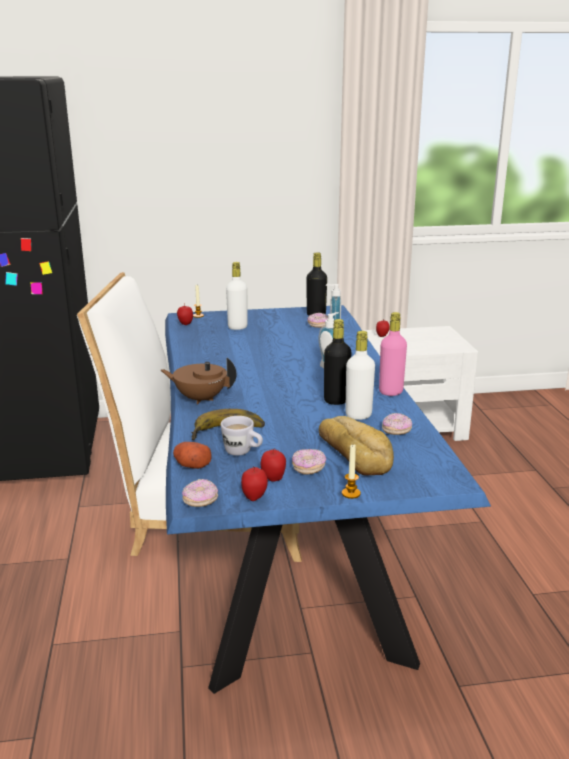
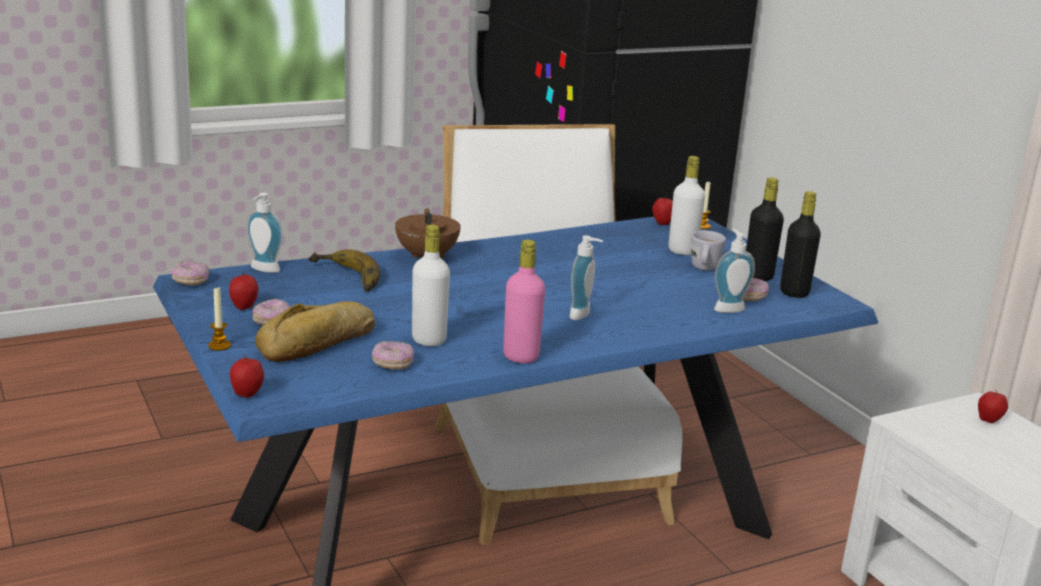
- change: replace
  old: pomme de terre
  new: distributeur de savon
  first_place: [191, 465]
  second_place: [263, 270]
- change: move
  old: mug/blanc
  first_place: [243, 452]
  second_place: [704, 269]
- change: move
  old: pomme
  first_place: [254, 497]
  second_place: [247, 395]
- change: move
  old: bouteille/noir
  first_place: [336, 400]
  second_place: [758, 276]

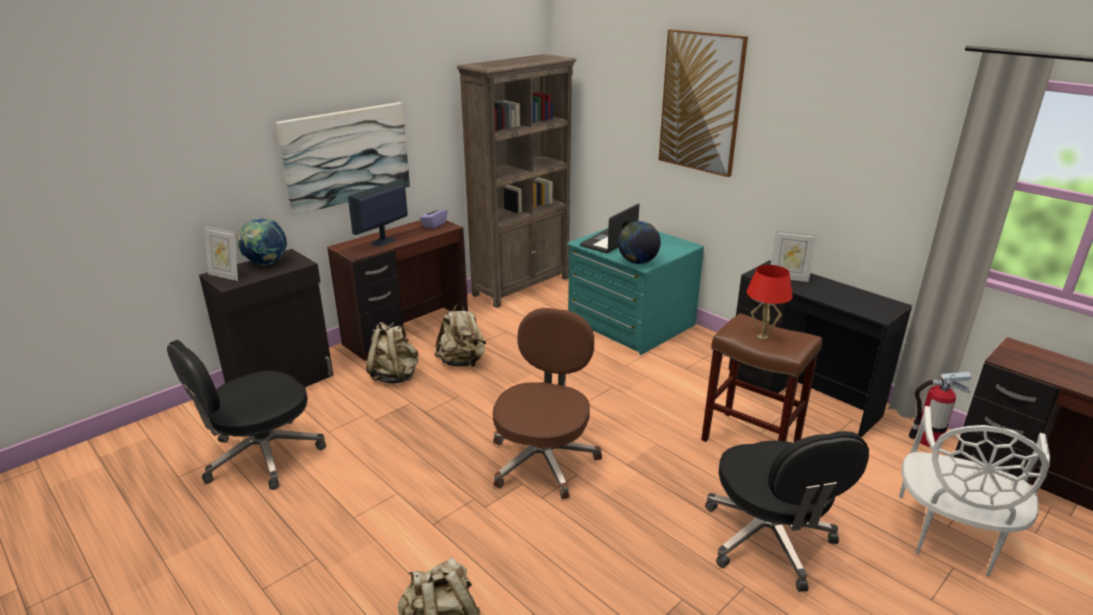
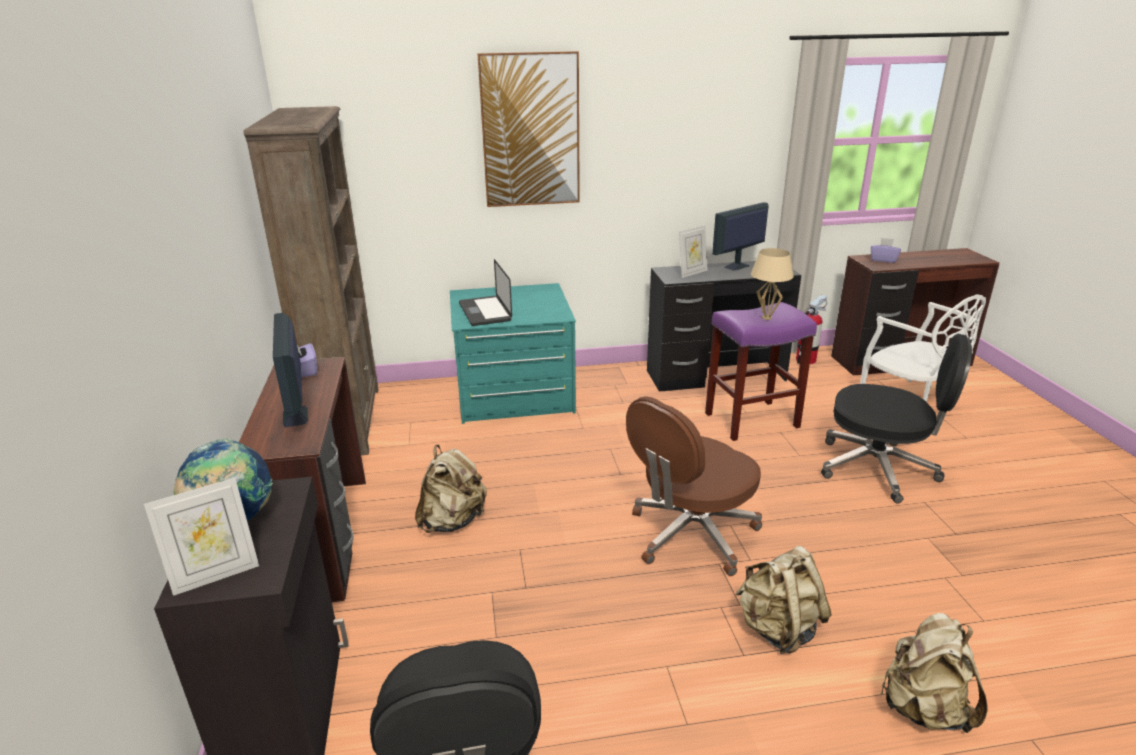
- change: delete
  old: tableau
  first_place: [347, 156]
- change: move
  old: sac à dos/beige
  first_place: [395, 376]
  second_place: [777, 629]
- change: rotate
  old: chaise de bureau/marron
  first_place: [544, 459]
  second_place: [691, 535]
  degrees: -90
- change: delete
  old: globe
  first_place: [637, 262]
- change: recolor
  old: tabouret/marron
  new: tabouret/violet
  first_place: [749, 440]
  second_place: [751, 421]
- change: recolor
  old: lampe de table/rouge
  new: lampe de table/beige
  first_place: [762, 337]
  second_place: [766, 318]
- change: insert
  new: écran d'ordinateur
  second_place: [736, 266]
- change: insert
  new: boîte à mouchoirs/violet
  second_place: [883, 260]

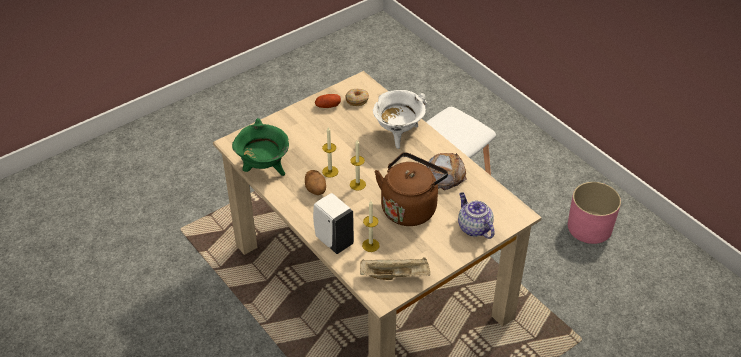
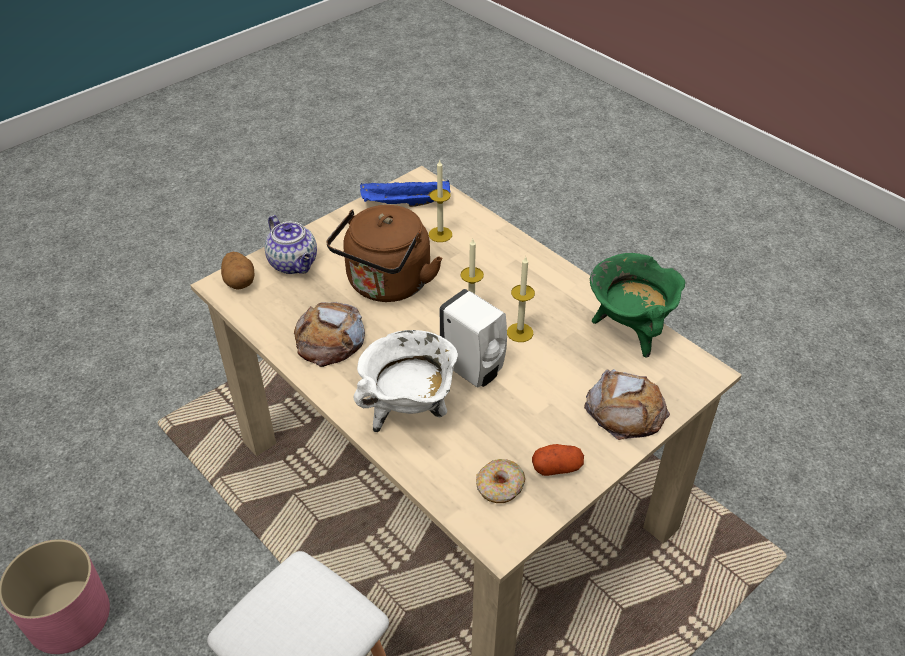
- change: move
  old: pomme de terre
  first_place: [316, 190]
  second_place: [239, 281]
- change: move
  old: distributeur de savon/blanc
  first_place: [333, 240]
  second_place: [473, 370]
- change: recolor
  old: plateau/beige
  new: plateau/bleu
  first_place: [395, 275]
  second_place: [404, 204]
- change: insert
  new: pain
  second_place: [626, 410]

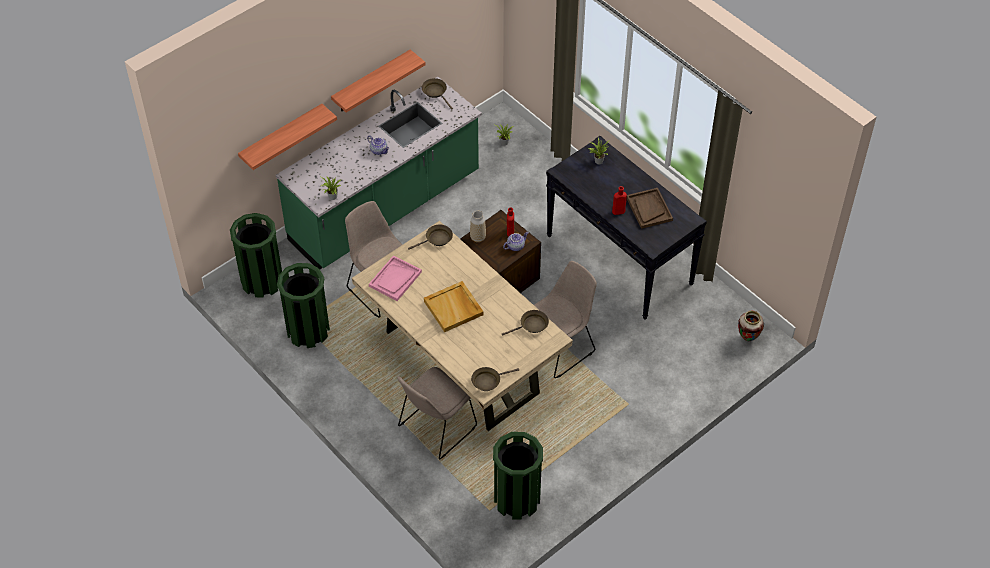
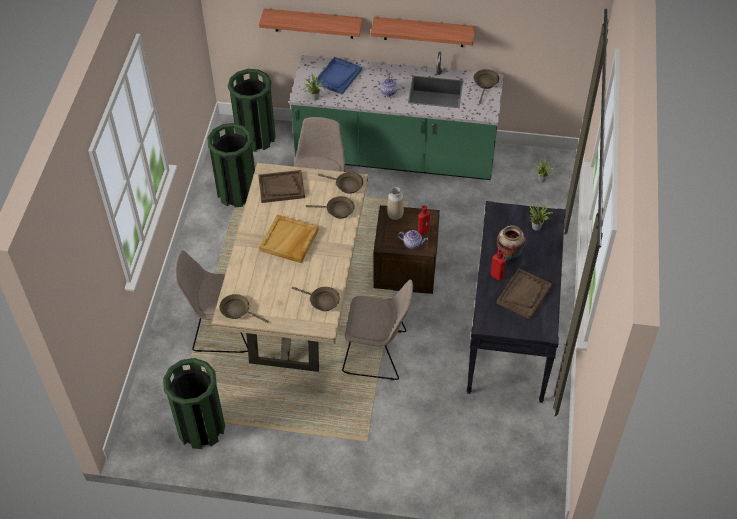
- change: recolor
  old: plateau/rose
  new: plateau/marron
  first_place: [395, 279]
  second_place: [281, 187]
- change: move
  old: vase
  first_place: [748, 338]
  second_place: [508, 257]
- change: insert
  new: poêle/marron
  second_place: [337, 210]
- change: insert
  new: plateau/bleu
  second_place: [338, 77]

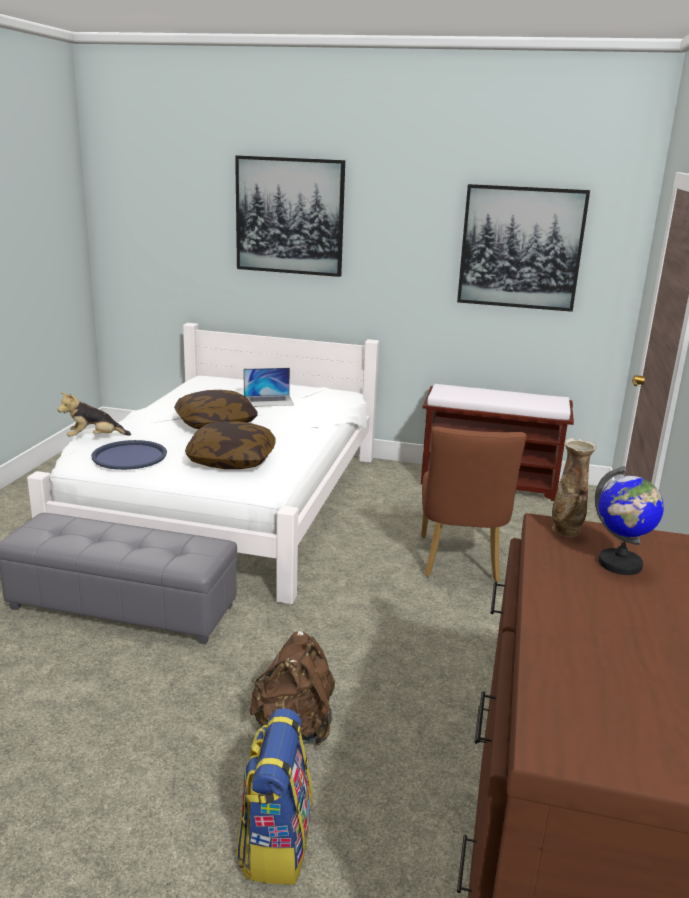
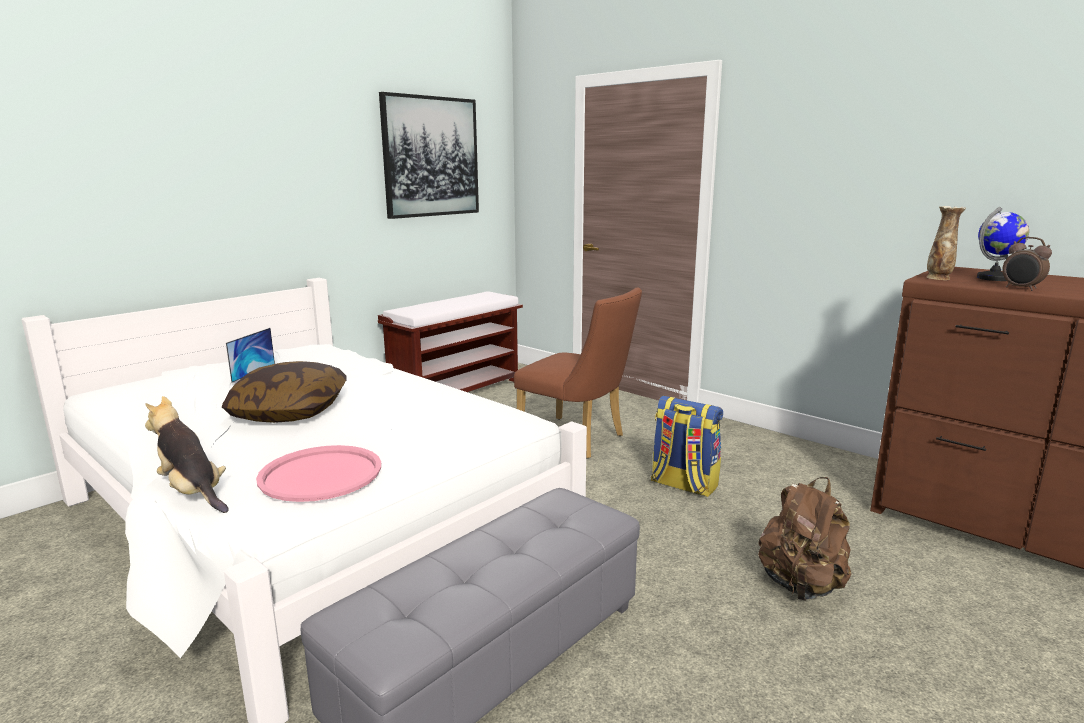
- change: rotate
  old: peluche
  first_place: [94, 438]
  second_place: [193, 493]
  degrees: 120
- change: recolor
  old: plateau/bleu
  new: plateau/rose
  first_place: [129, 456]
  second_place: [320, 474]
- change: delete
  old: coussin
  first_place: [231, 460]
- change: delete
  old: tableau
  first_place: [289, 216]
- change: move
  old: sac à dos
  first_place: [275, 843]
  second_place: [683, 485]
- change: insert
  new: réveil
  second_place: [1021, 289]

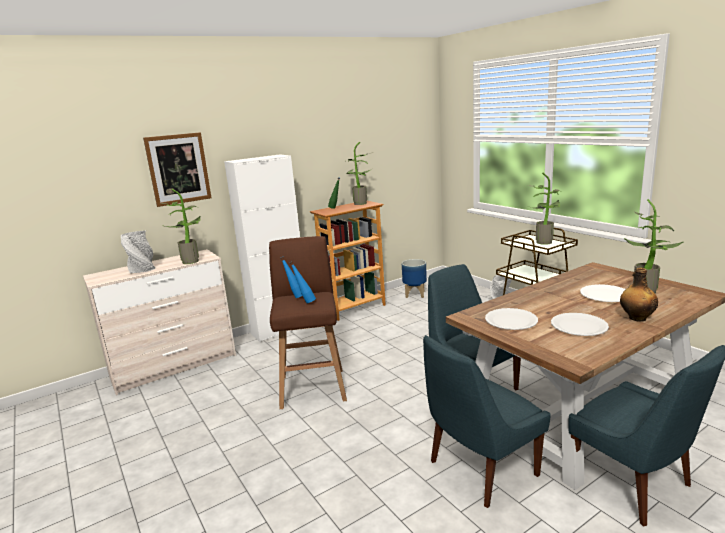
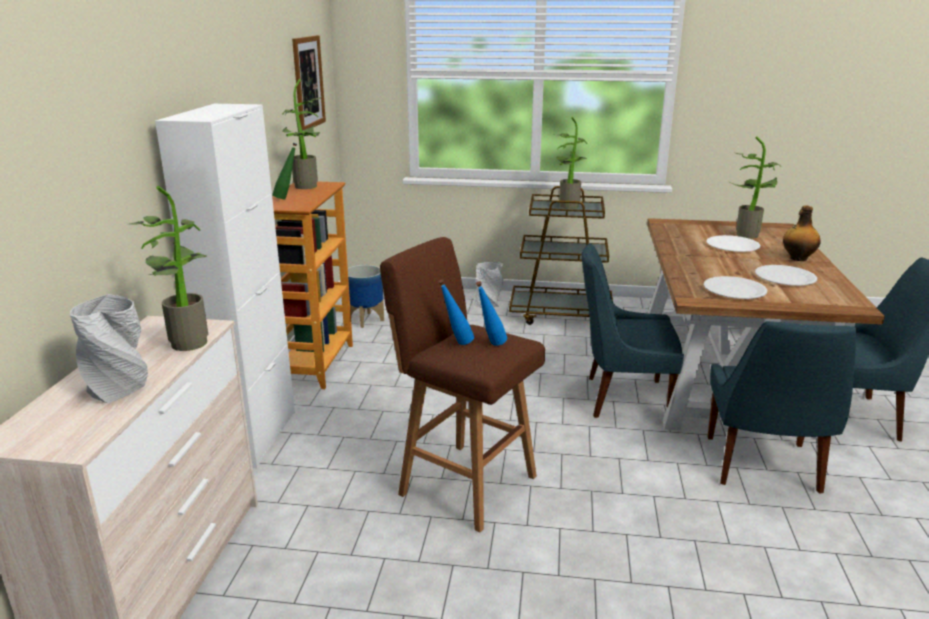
- change: move
  old: tableau
  first_place: [178, 169]
  second_place: [308, 82]

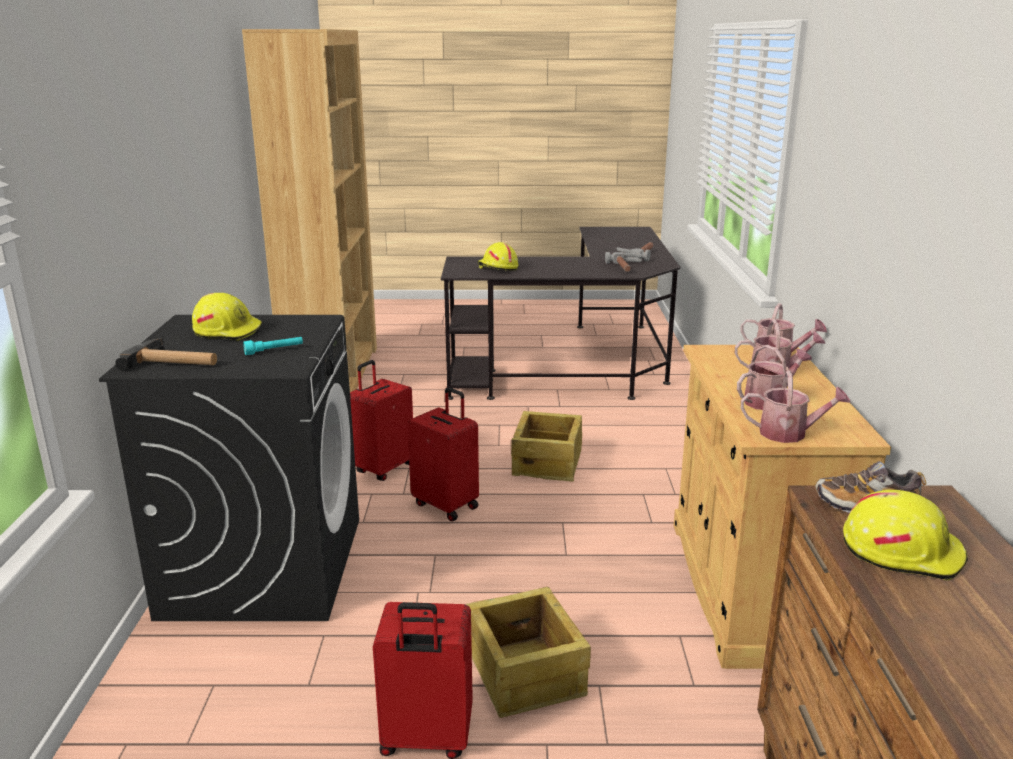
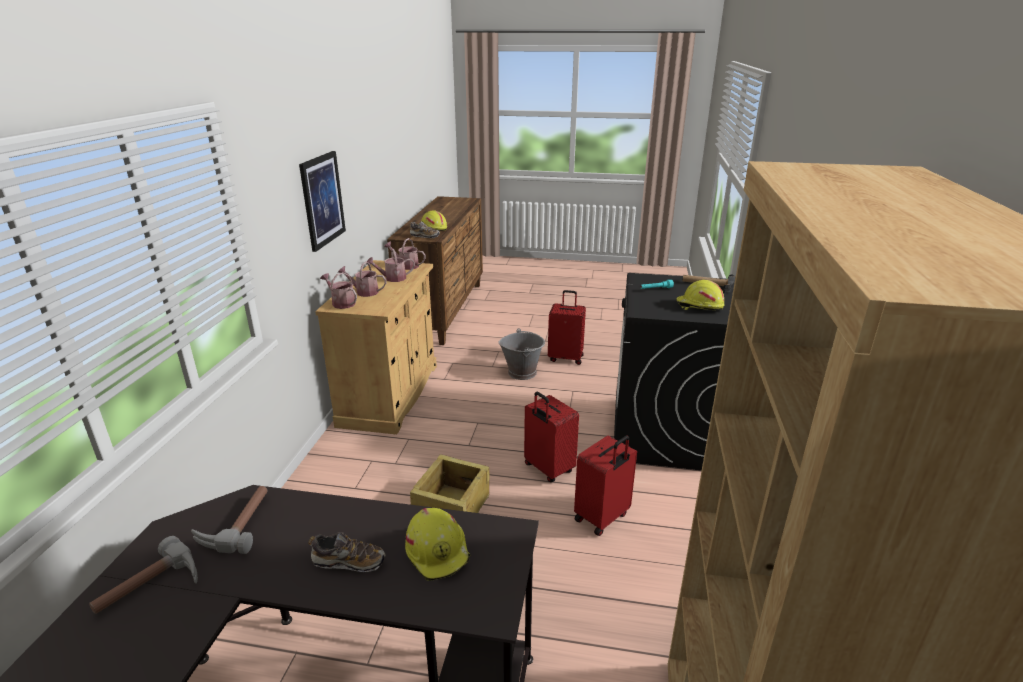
- change: replace
  old: caisse
  new: seau/gris
  first_place: [524, 674]
  second_place: [522, 372]
- change: insert
  new: tableau
  second_place: [322, 200]
- change: insert
  new: chaussure
  second_place: [349, 562]

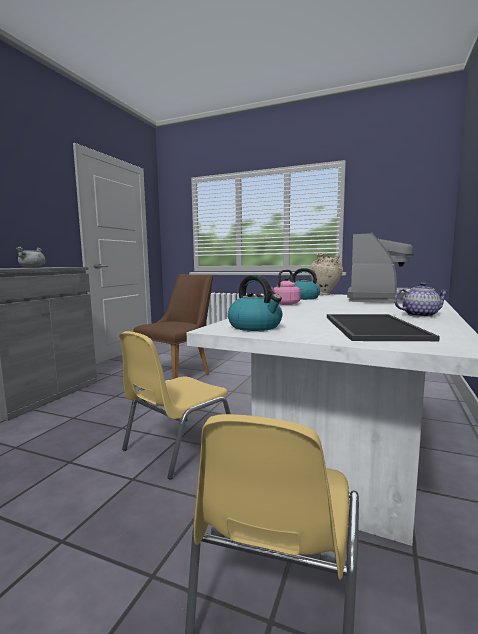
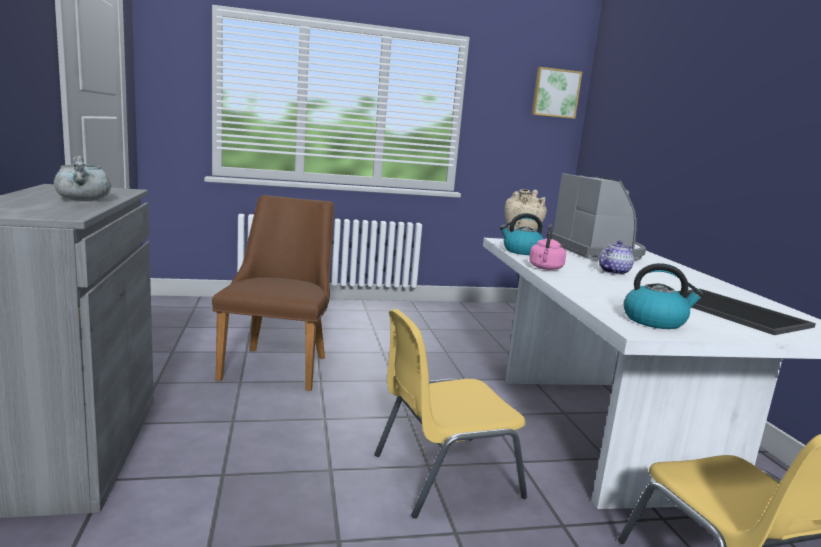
- change: rotate
  old: chaise/jaune
  first_place: [178, 446]
  second_place: [443, 475]
  degrees: 60
- change: move
  old: théière
  first_place: [420, 315]
  second_place: [613, 272]
- change: insert
  new: tableau
  second_place: [555, 93]

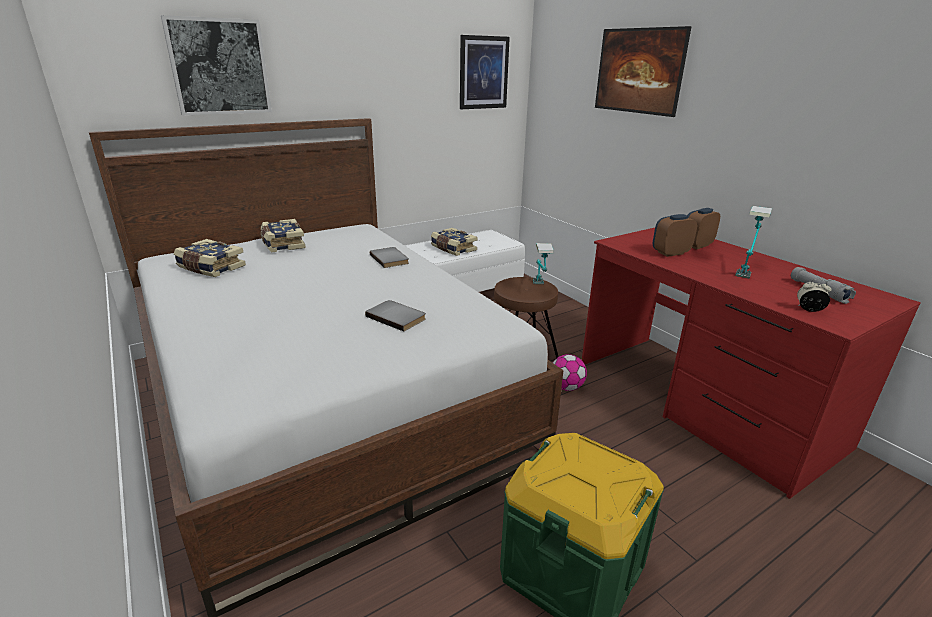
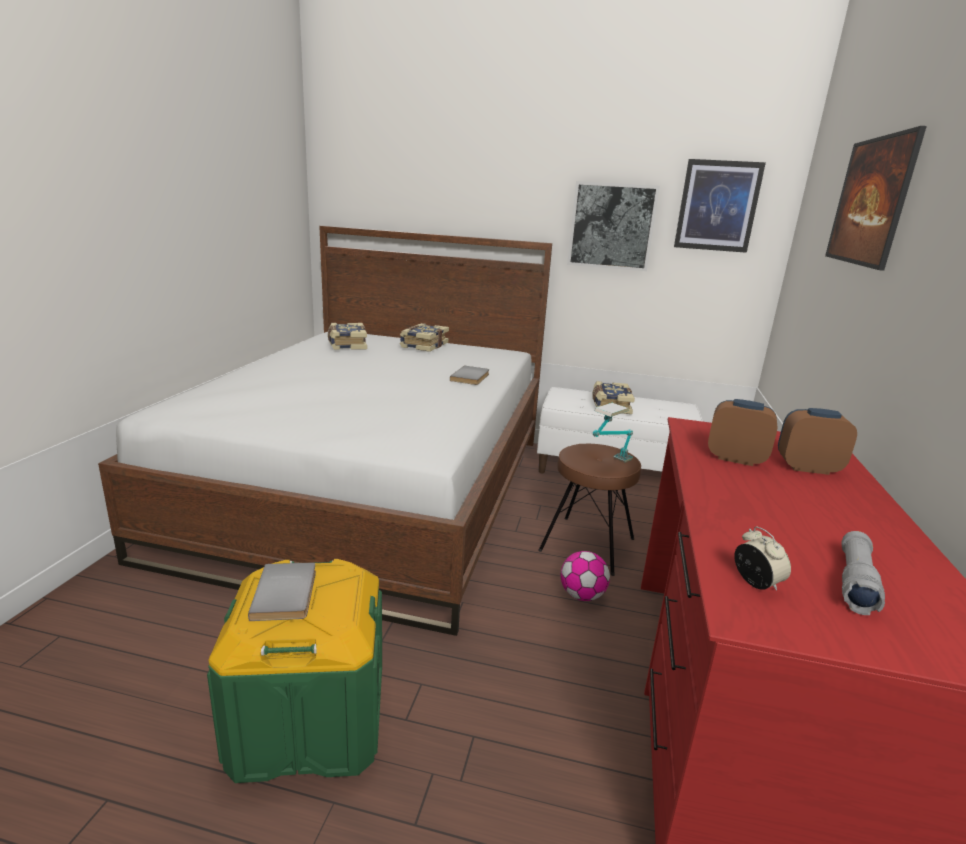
- change: move
  old: tableau
  first_place: [219, 67]
  second_place: [611, 226]
- change: move
  old: livre/gris
  first_place: [397, 317]
  second_place: [287, 593]
- change: delete
  old: lampe de table
  first_place: [745, 268]

